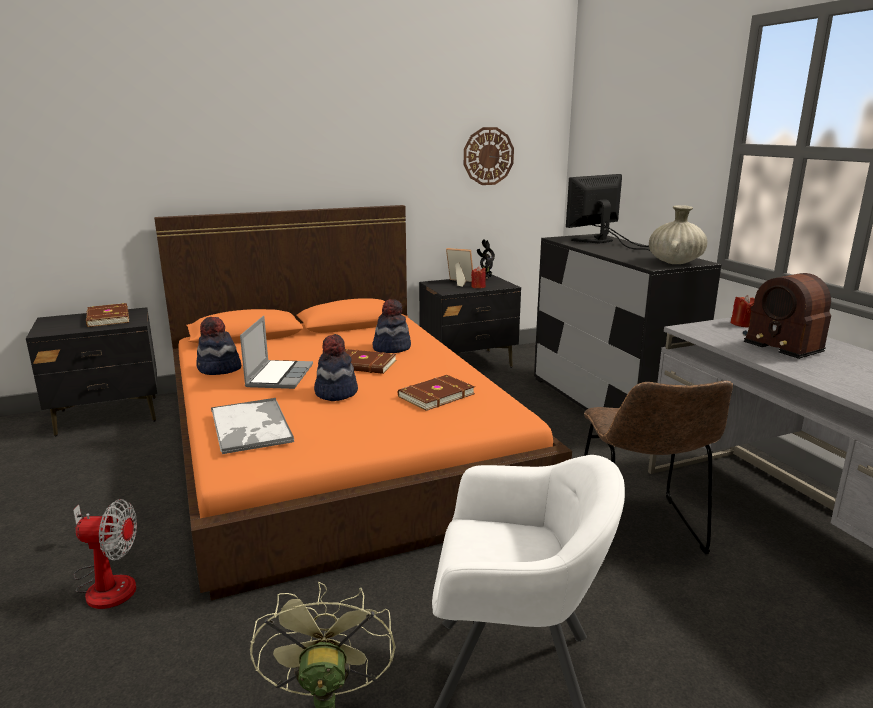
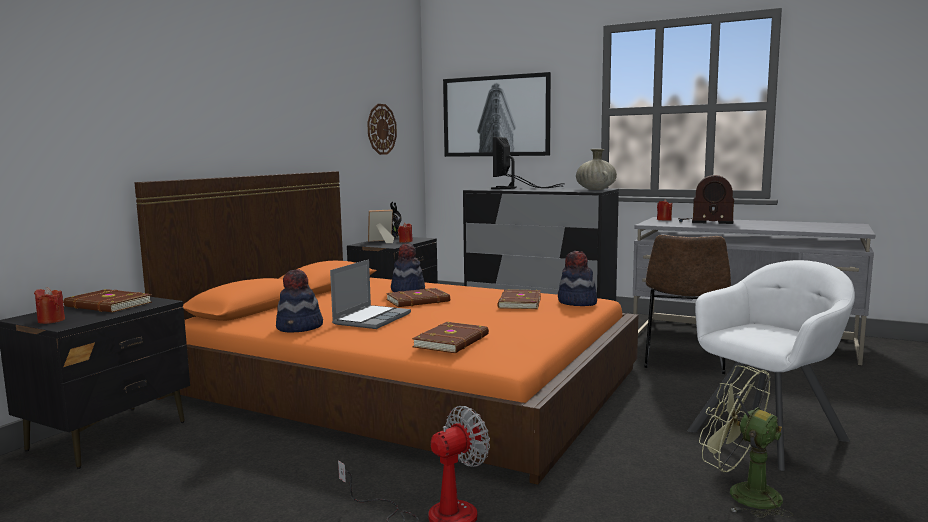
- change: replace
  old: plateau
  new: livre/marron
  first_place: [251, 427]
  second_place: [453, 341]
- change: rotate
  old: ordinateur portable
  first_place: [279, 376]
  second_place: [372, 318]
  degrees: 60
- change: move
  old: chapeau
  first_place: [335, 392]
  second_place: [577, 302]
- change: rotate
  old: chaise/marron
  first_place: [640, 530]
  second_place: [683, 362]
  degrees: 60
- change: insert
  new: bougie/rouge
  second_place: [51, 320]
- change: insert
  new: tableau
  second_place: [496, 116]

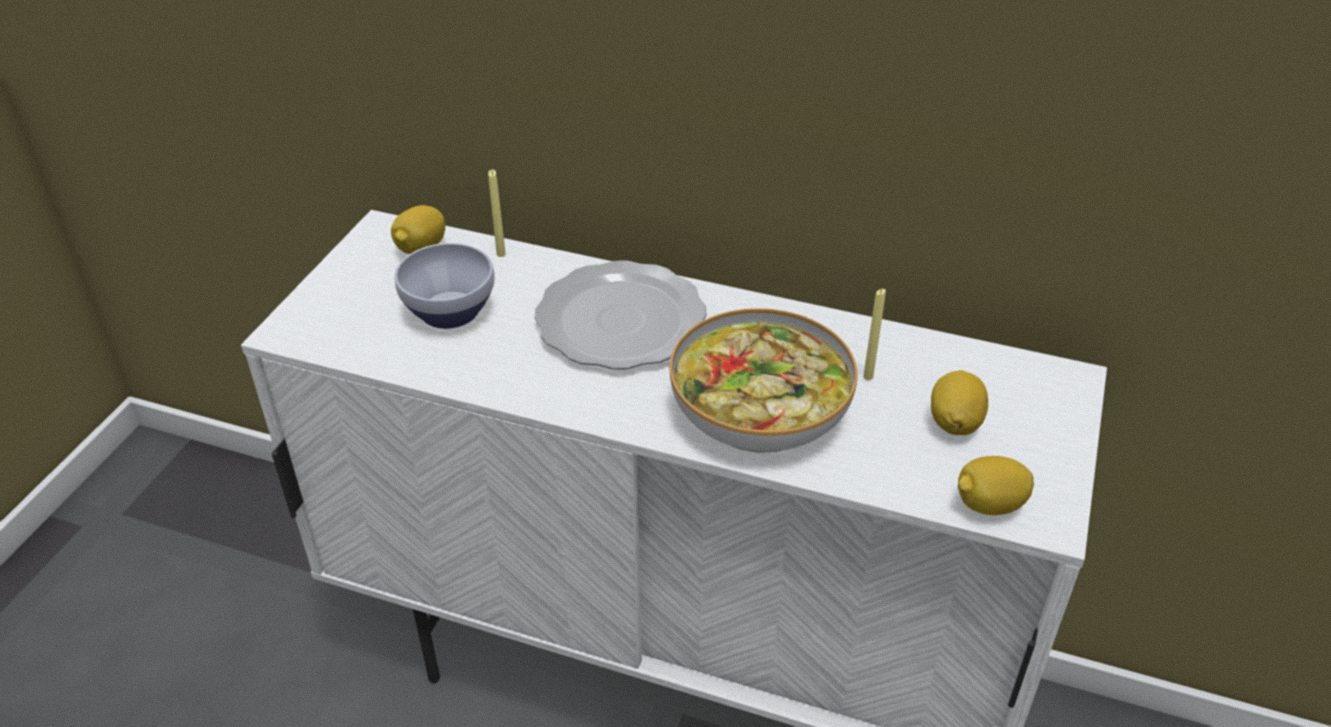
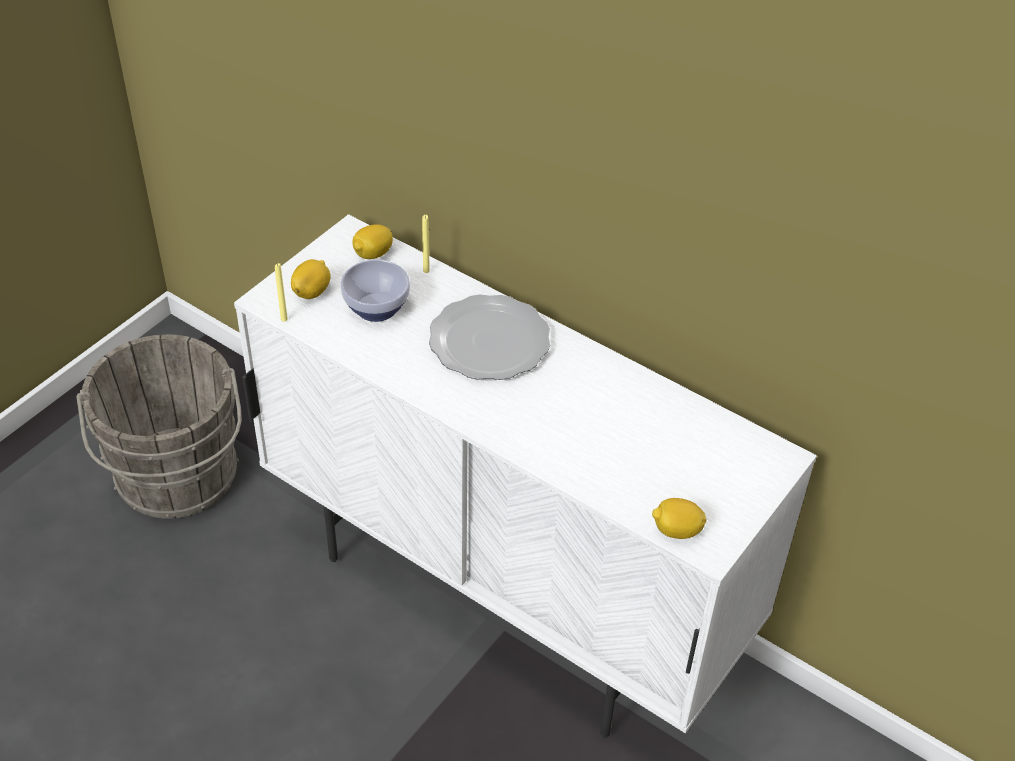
- change: delete
  old: bol
  first_place: [759, 409]
- change: move
  old: bougie/jaune
  first_place: [868, 376]
  second_place: [284, 319]
- change: move
  old: citron
  first_place: [954, 422]
  second_place: [312, 292]
- change: insert
  new: seau/gris
  second_place: [177, 480]

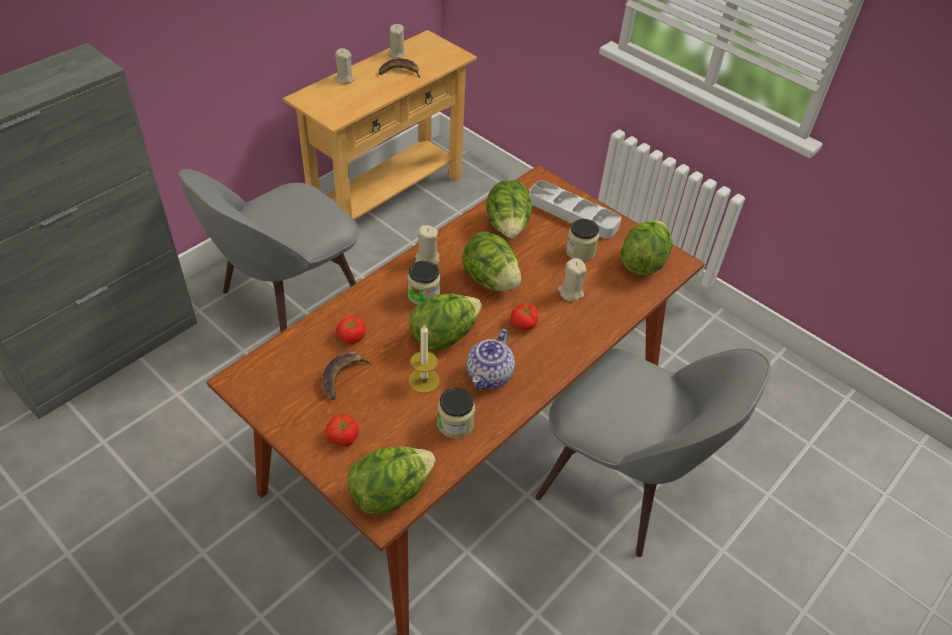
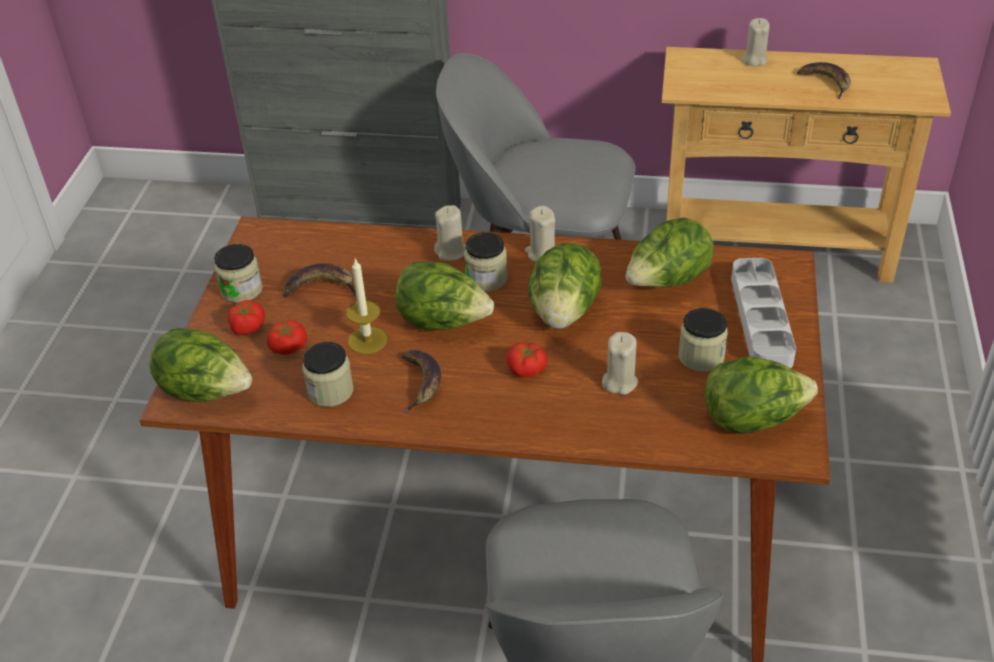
- change: move
  old: tomate
  first_place: [351, 336]
  second_place: [288, 346]
- change: move
  old: bougie/beige
  first_place: [396, 54]
  second_place: [451, 251]
- change: replace
  old: théière
  new: banane
  first_place: [490, 376]
  second_place: [420, 382]
- change: insert
  new: bocal
  second_place: [242, 290]

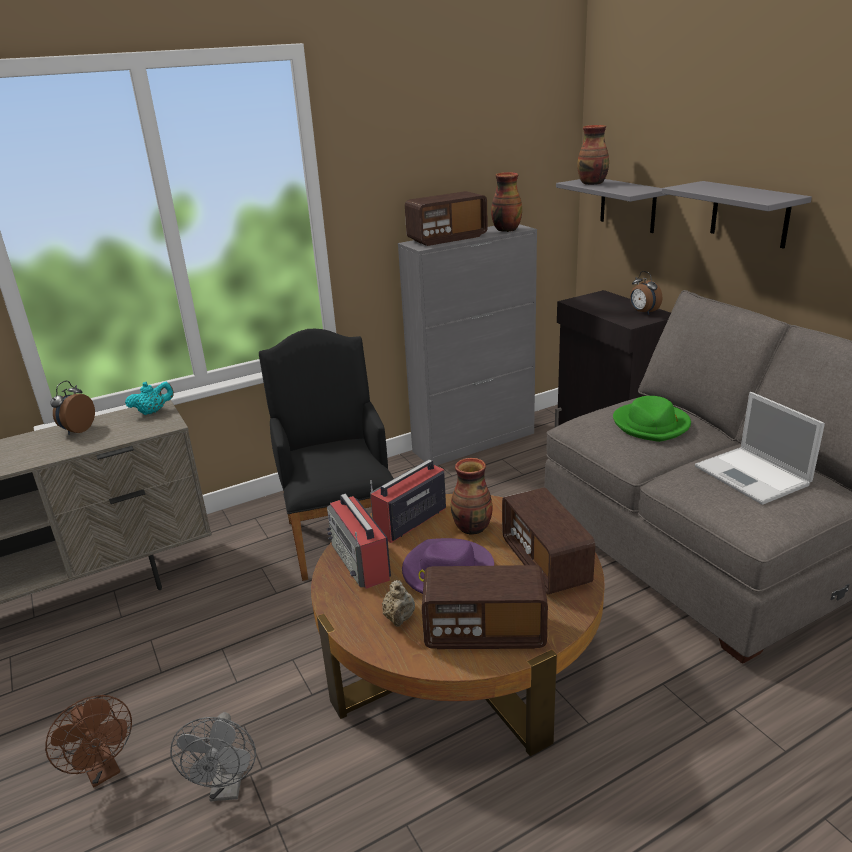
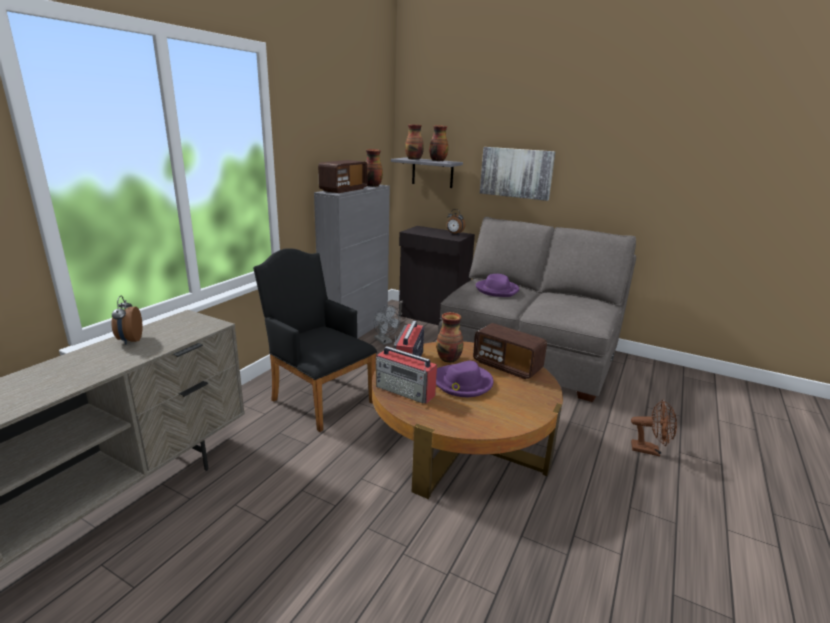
- change: move
  old: ventilateur/marron
  first_place: [103, 771]
  second_place: [650, 450]
- change: delete
  old: théière/turquoise
  first_place: [153, 412]
- change: move
  old: ventilateur/gris
  first_place: [227, 788]
  second_place: [385, 341]
- change: delete
  old: théière/beige
  first_place: [399, 618]
- change: delete
  old: radio
  first_place: [484, 632]
- change: recolor
  old: chapeau/vert
  new: chapeau/violet
  first_place: [651, 425]
  second_place: [497, 290]
- change: replace
  old: étagère/gris
  new: tableau
  first_place: [749, 214]
  second_place: [516, 173]
- change: delete
  old: ordinateur portable
  first_place: [753, 476]
- change: insert
  new: vase
  second_place: [437, 160]

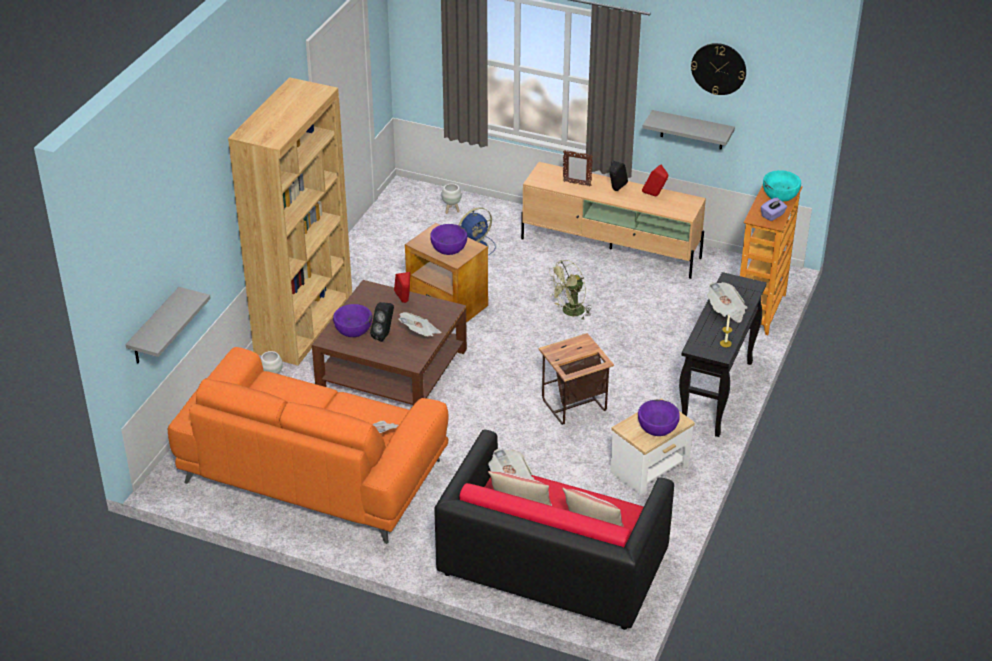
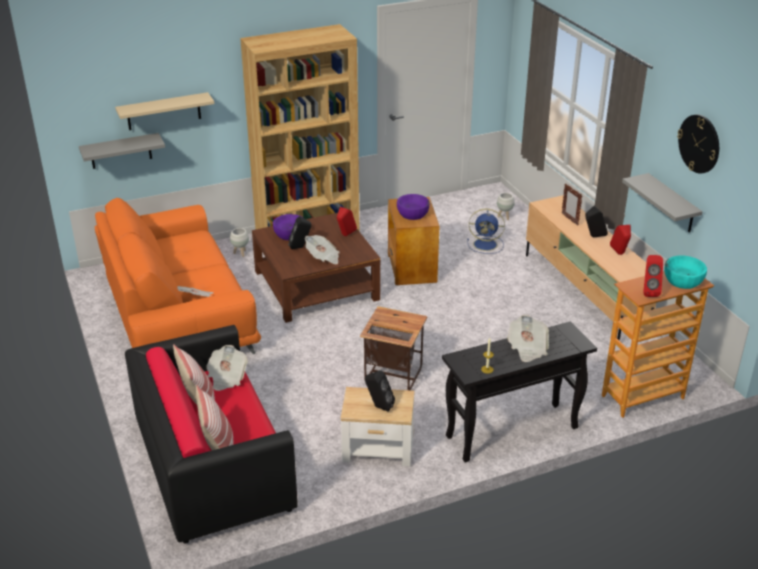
- change: delete
  old: ventilateur/vert
  first_place: [569, 312]
- change: replace
  old: bol/violet
  new: enceinte/noir
  first_place: [657, 426]
  second_place: [379, 407]
- change: replace
  old: boîte à mouchoirs/violet
  new: enceinte/rouge
  first_place: [773, 215]
  second_place: [648, 291]
- change: insert
  new: étagère/beige
  second_place: [163, 111]

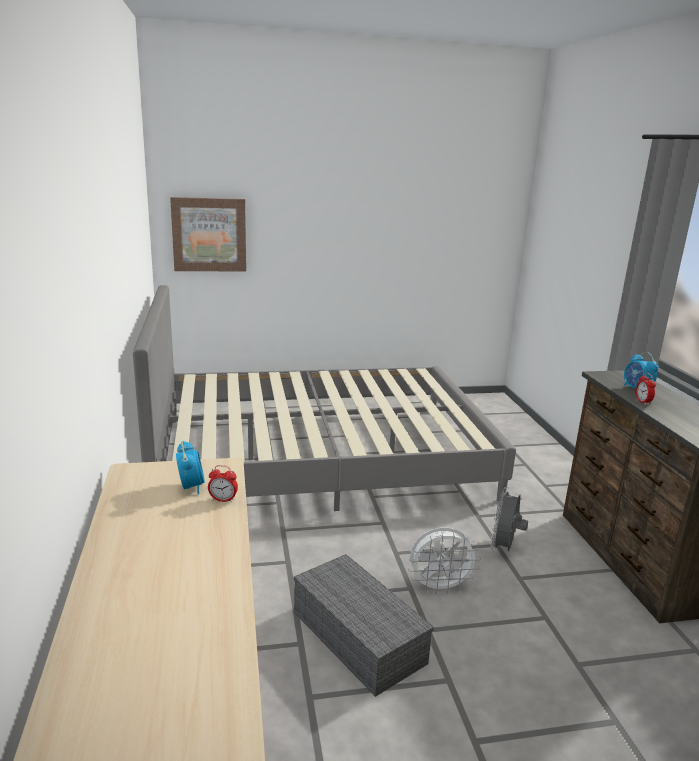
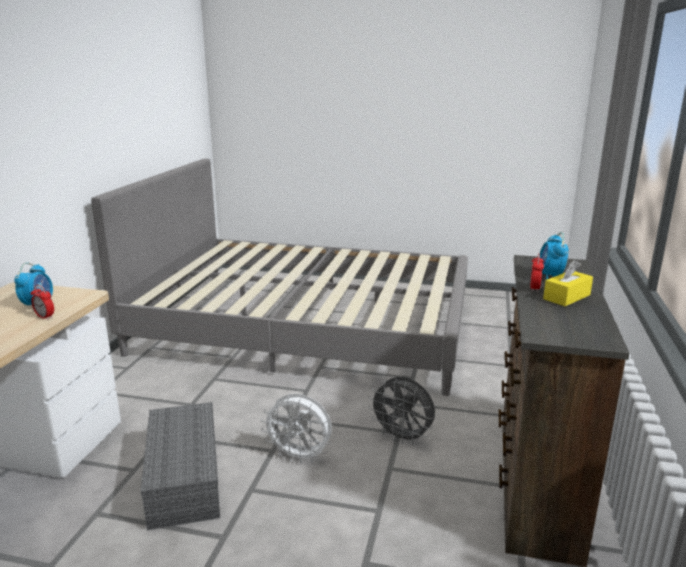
- change: delete
  old: tableau
  first_place: [209, 234]
- change: rotate
  old: ventilateur/gris
  first_place: [504, 548]
  second_place: [402, 437]
  degrees: -105
- change: insert
  new: boîte à mouchoirs/jaune
  second_place: [566, 297]

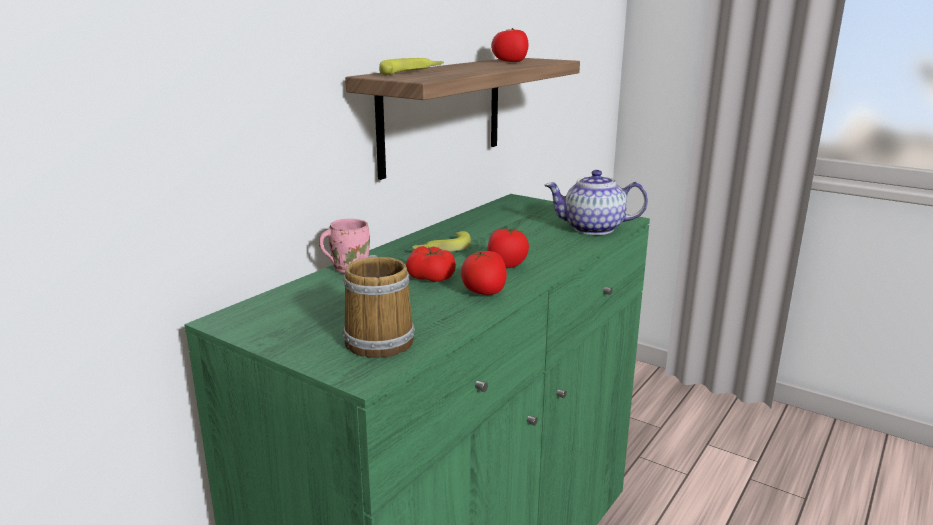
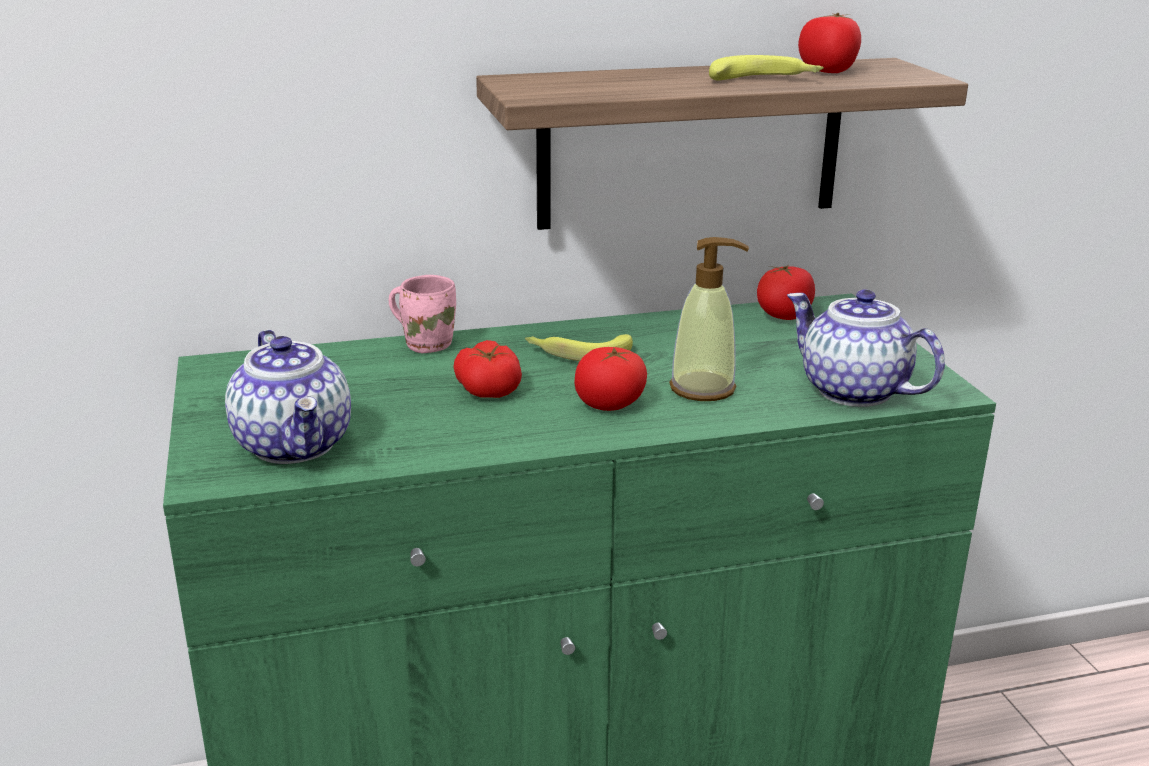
- change: replace
  old: mug
  new: théière
  first_place: [381, 339]
  second_place: [295, 445]
- change: move
  old: banane
  first_place: [412, 73]
  second_place: [765, 80]
- change: move
  old: tomate
  first_place: [484, 292]
  second_place: [784, 316]
- change: insert
  new: distributeur de savon
  second_place: [703, 388]

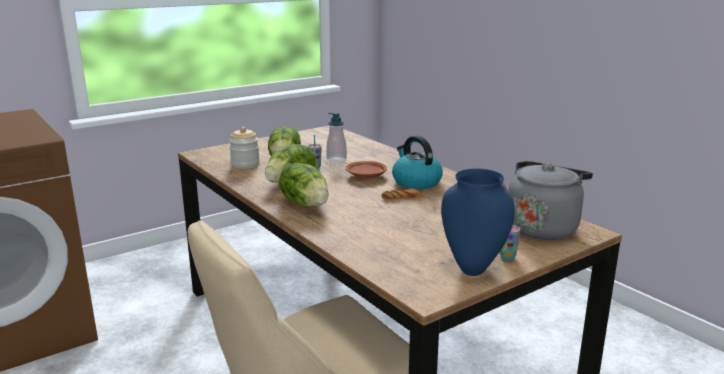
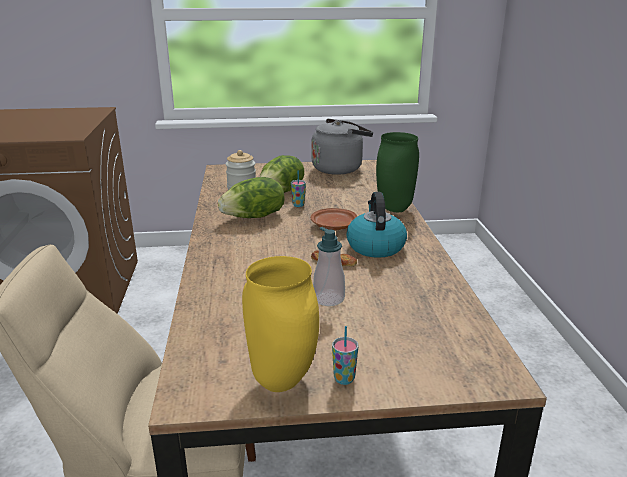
- change: delete
  old: laitue
  first_place: [306, 204]
- change: move
  old: distributeur de savon
  first_place: [336, 159]
  second_place: [328, 299]
- change: recolor
  old: vase/bleu
  new: vase/jaune
  first_place: [472, 270]
  second_place: [280, 382]
- change: move
  old: bouilloire/gris
  first_place: [542, 227]
  second_place: [339, 168]
- change: insert
  new: vase/vert
  second_place: [395, 209]

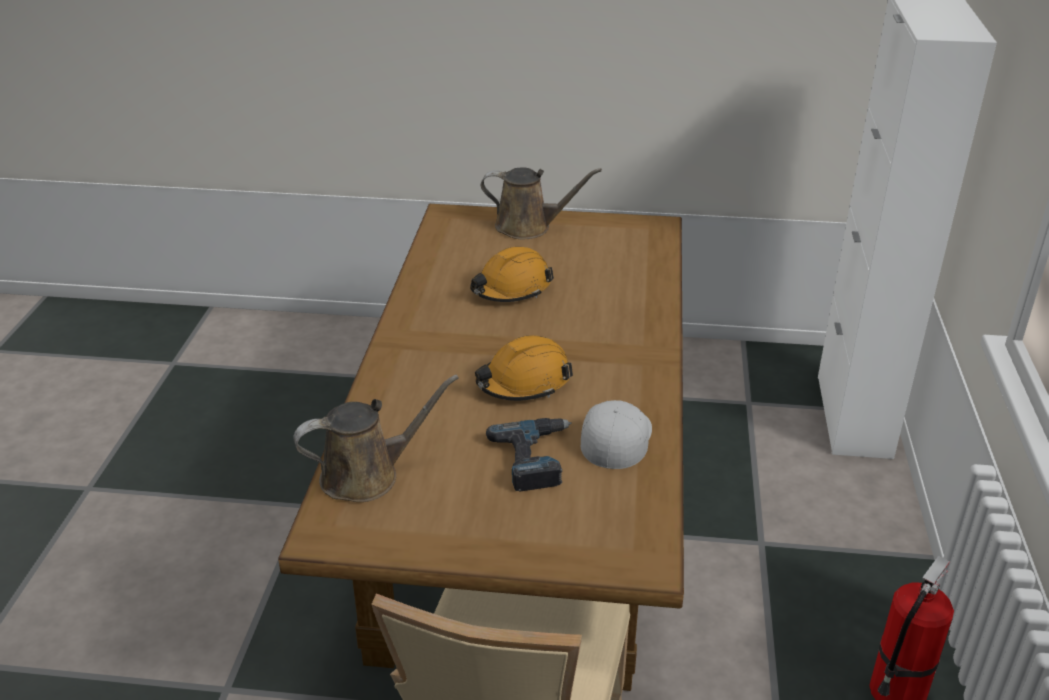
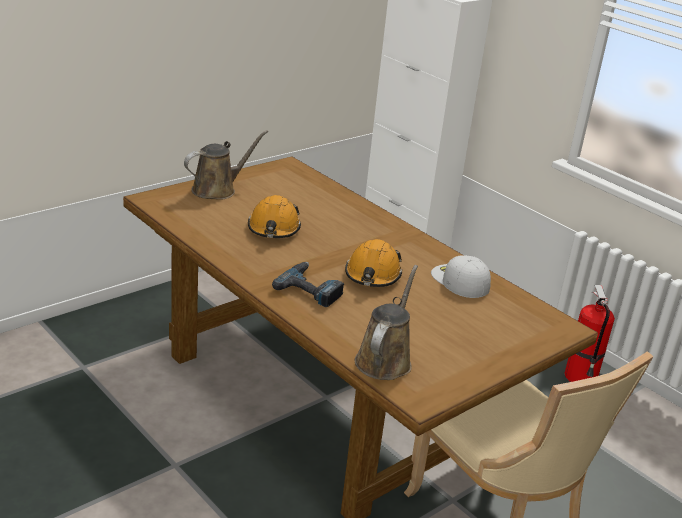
- change: move
  old: perceuse
  first_place: [536, 458]
  second_place: [311, 289]

